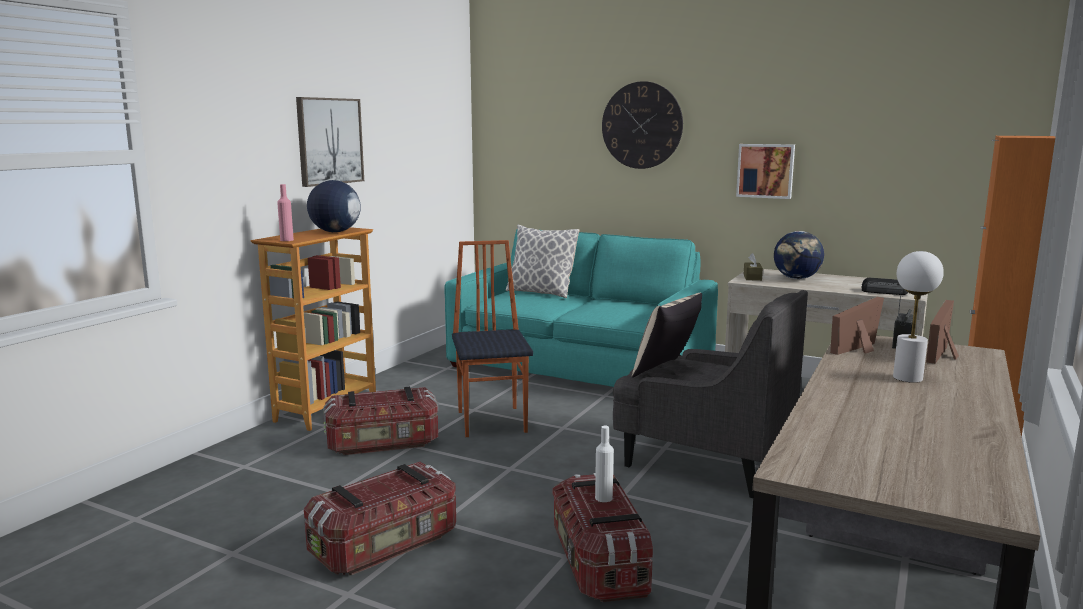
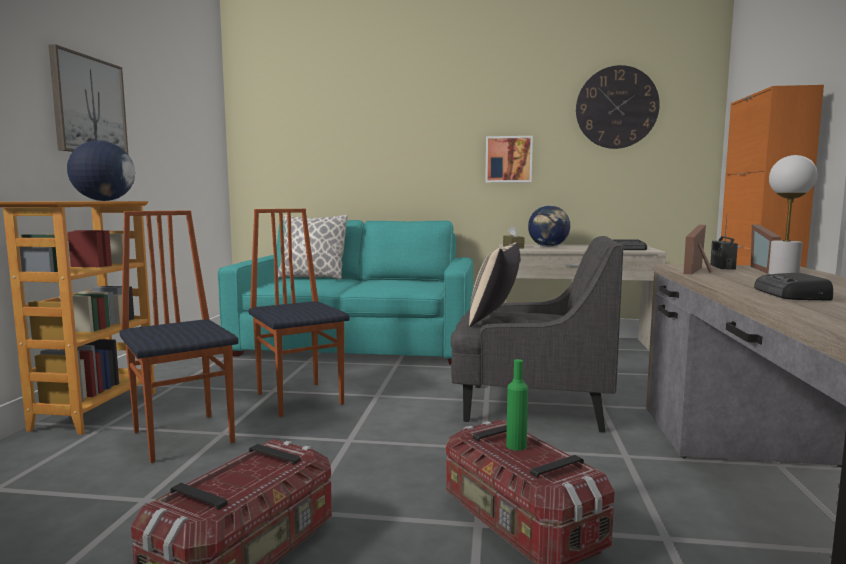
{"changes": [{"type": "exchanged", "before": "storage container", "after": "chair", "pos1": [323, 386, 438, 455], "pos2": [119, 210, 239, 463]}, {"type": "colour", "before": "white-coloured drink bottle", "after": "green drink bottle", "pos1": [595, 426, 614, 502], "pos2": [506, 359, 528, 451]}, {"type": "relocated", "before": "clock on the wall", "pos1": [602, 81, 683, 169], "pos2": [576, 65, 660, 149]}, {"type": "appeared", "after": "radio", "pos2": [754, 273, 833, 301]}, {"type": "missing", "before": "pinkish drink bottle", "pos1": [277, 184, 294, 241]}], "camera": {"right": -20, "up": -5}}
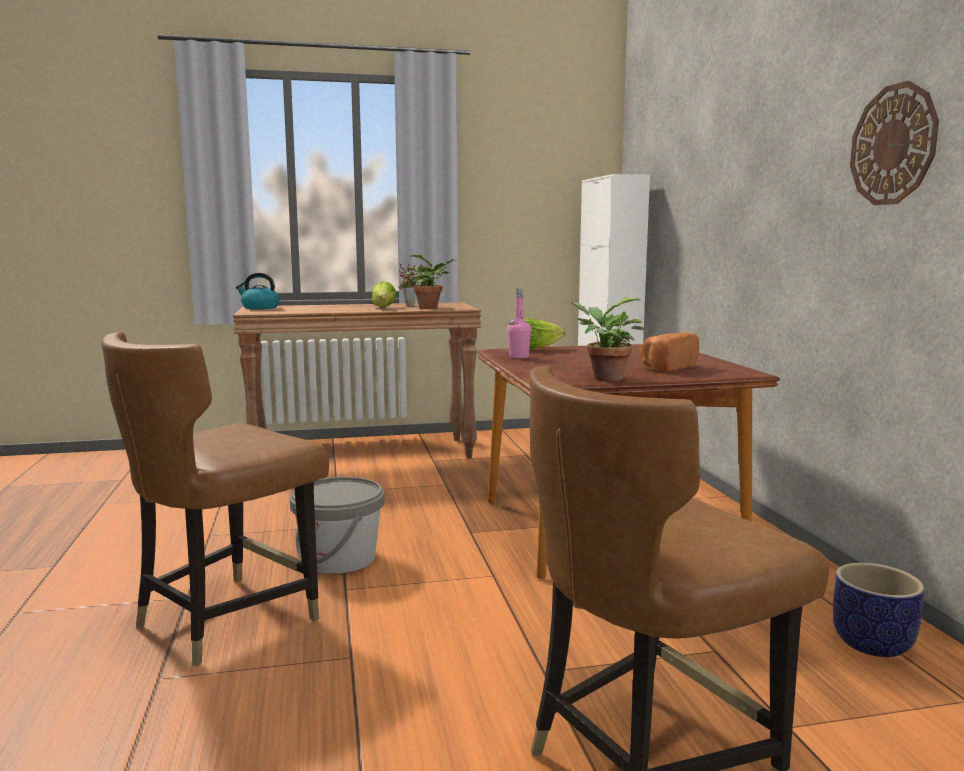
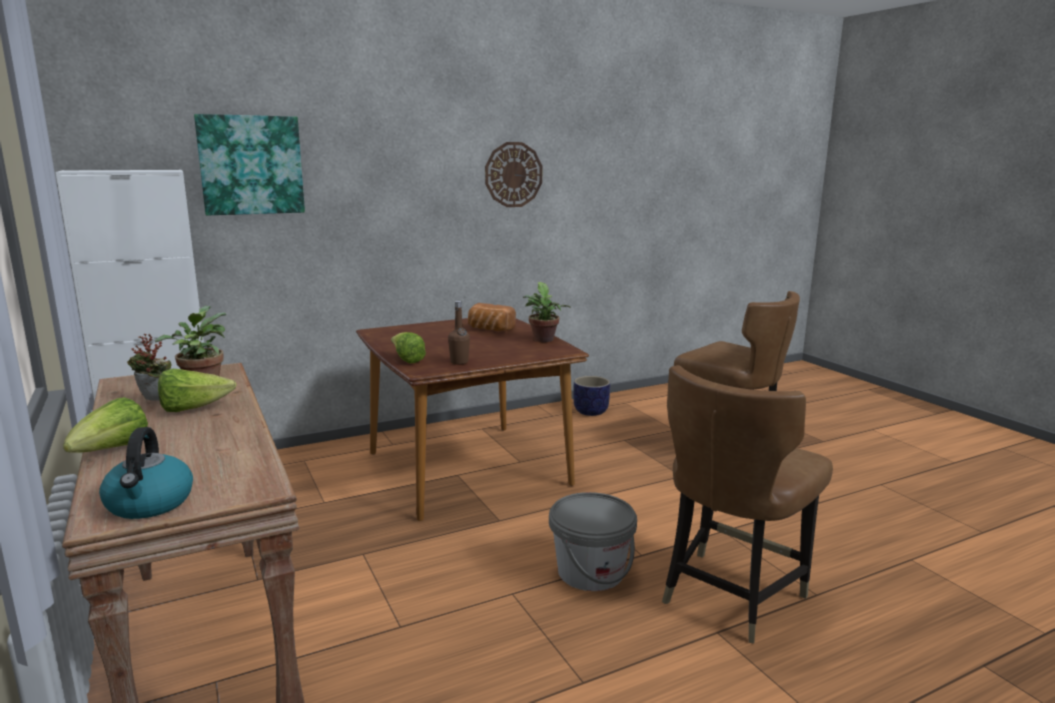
{"changes": [{"type": "appeared", "after": "lettuce head", "pos2": [63, 397, 148, 453]}, {"type": "appeared", "after": "wall picture", "pos2": [194, 114, 305, 215]}, {"type": "colour", "before": "pinkish drink bottle", "after": "brown-coloured drink bottle", "pos1": [507, 288, 531, 358], "pos2": [448, 301, 470, 365]}, {"type": "spun", "before": "brown-coloured chair", "pos1": [101, 332, 329, 666], "pos2": [662, 365, 833, 644], "turn": 105}], "camera": {"right": -105, "up": 5}}
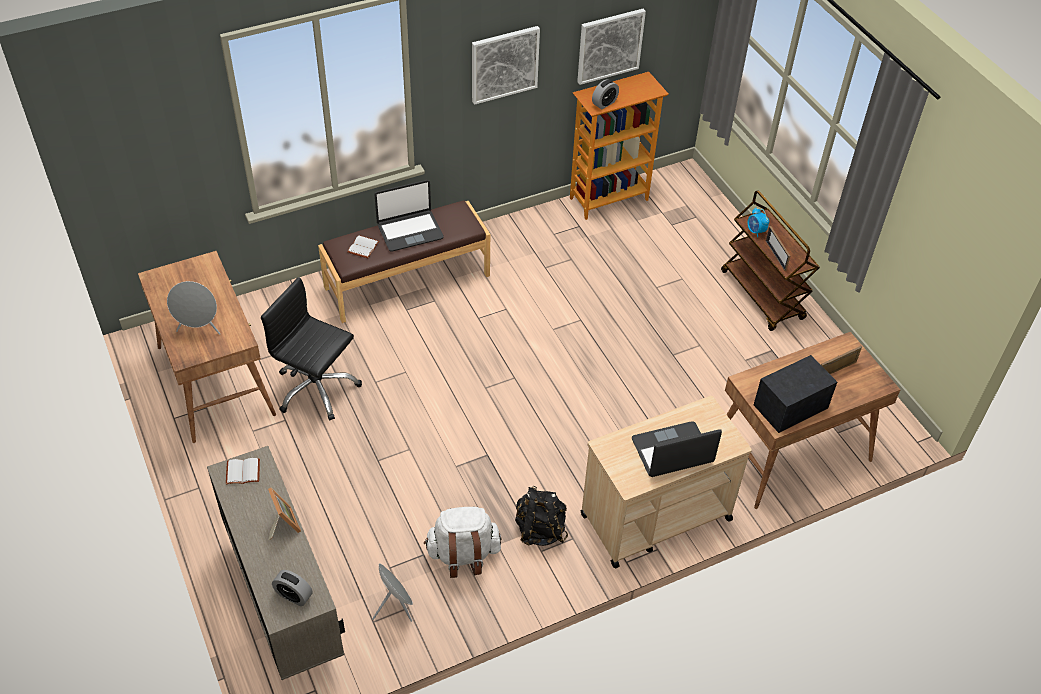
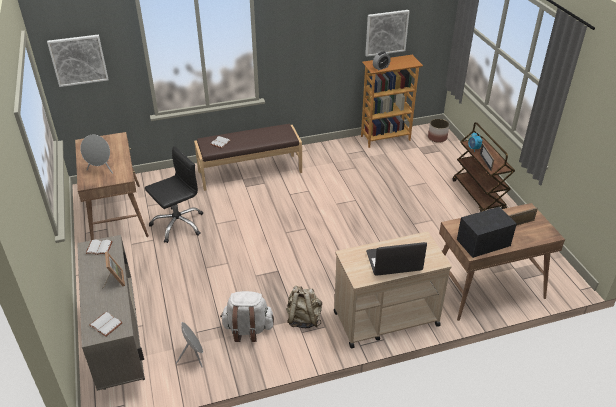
{"changes": [{"type": "relocated", "before": "wall picture", "pos1": [472, 26, 540, 105], "pos2": [47, 34, 109, 87]}, {"type": "exchanged", "before": "alarm clock", "after": "white-coloured volume", "pos1": [272, 570, 313, 606], "pos2": [89, 312, 123, 337]}, {"type": "spun", "before": "blackish office chair", "pos1": [261, 277, 362, 421], "pos2": [145, 146, 203, 243], "turn": 105}, {"type": "colour", "before": "blackish rucksack", "after": "beige rucksack", "pos1": [515, 486, 568, 546], "pos2": [286, 286, 322, 328]}, {"type": "appeared", "after": "plant pot", "pos2": [428, 119, 449, 143]}, {"type": "missing", "before": "portable computer", "pos1": [375, 180, 444, 252]}], "camera": {"right": 10, "up": -10}}
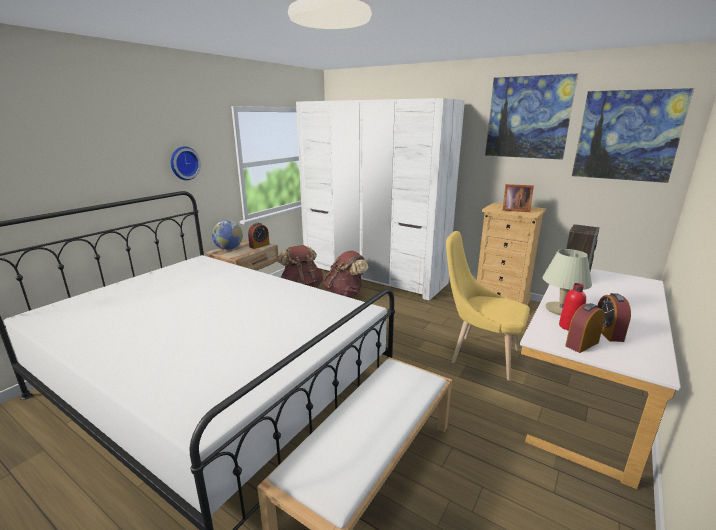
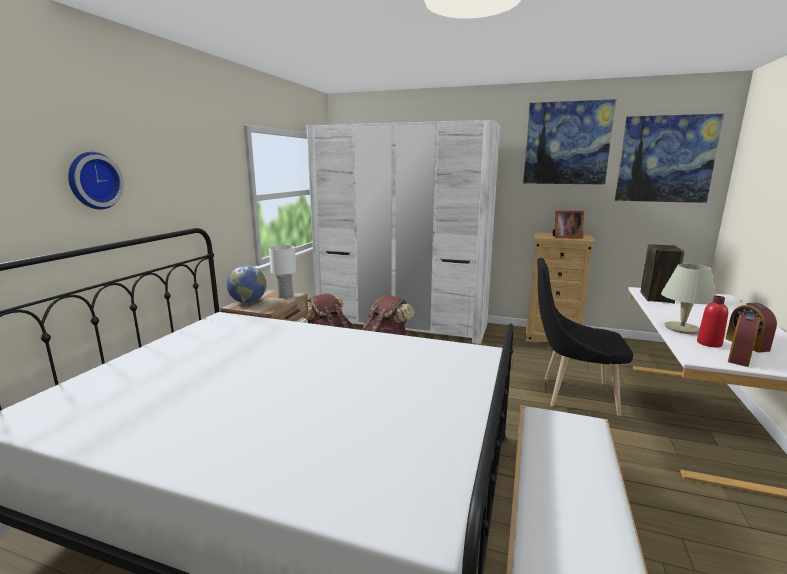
{"changes": [{"type": "relocated", "before": "clock on the wall", "pos1": [170, 146, 201, 180], "pos2": [68, 152, 124, 209]}, {"type": "exchanged", "before": "alarm clock", "after": "white-coloured tabletop lamp", "pos1": [248, 223, 270, 249], "pos2": [269, 245, 296, 298]}, {"type": "colour", "before": "yellow-coloured chair", "after": "blackish chair", "pos1": [446, 231, 530, 381], "pos2": [537, 258, 633, 416]}], "camera": {"right": -15, "up": -5}}
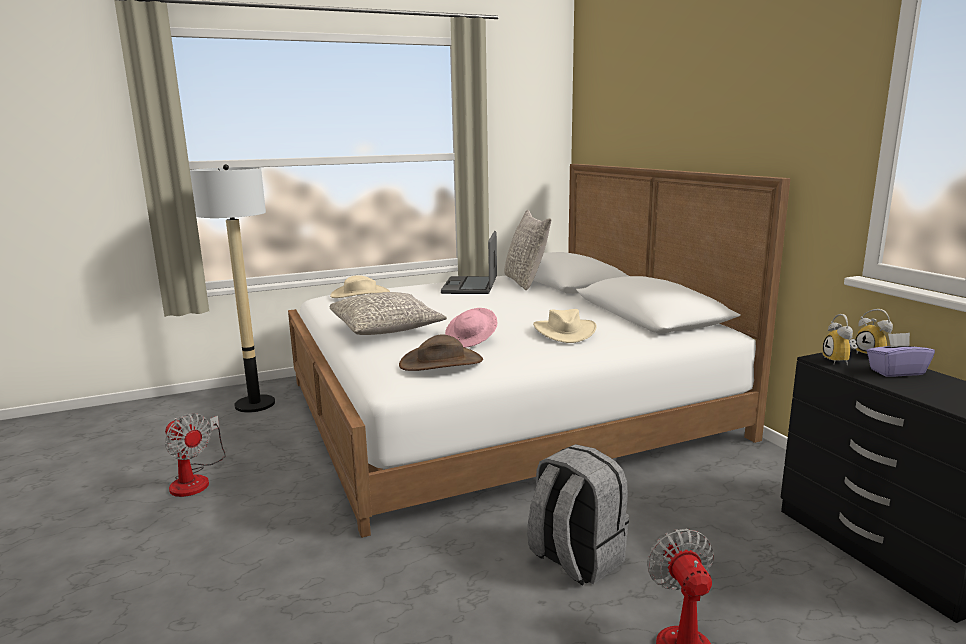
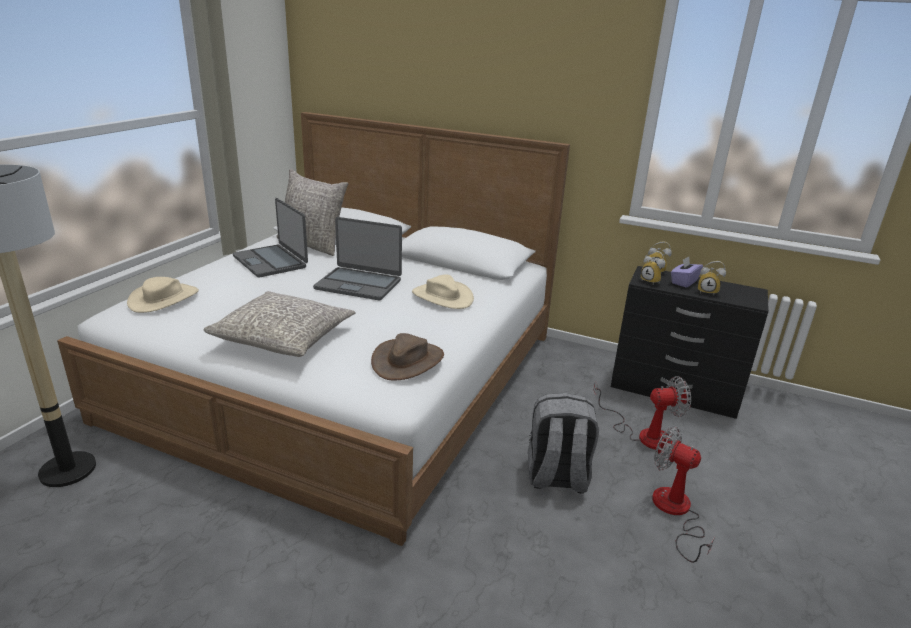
{"changes": [{"type": "appeared", "after": "portable computer", "pos2": [313, 217, 402, 300]}, {"type": "relocated", "before": "cooling fan", "pos1": [165, 413, 226, 497], "pos2": [593, 376, 691, 450]}, {"type": "appeared", "after": "alarm clock", "pos2": [698, 261, 726, 295]}, {"type": "missing", "before": "pinkish hat", "pos1": [445, 308, 497, 347]}], "camera": {"right": -45, "up": 10}}
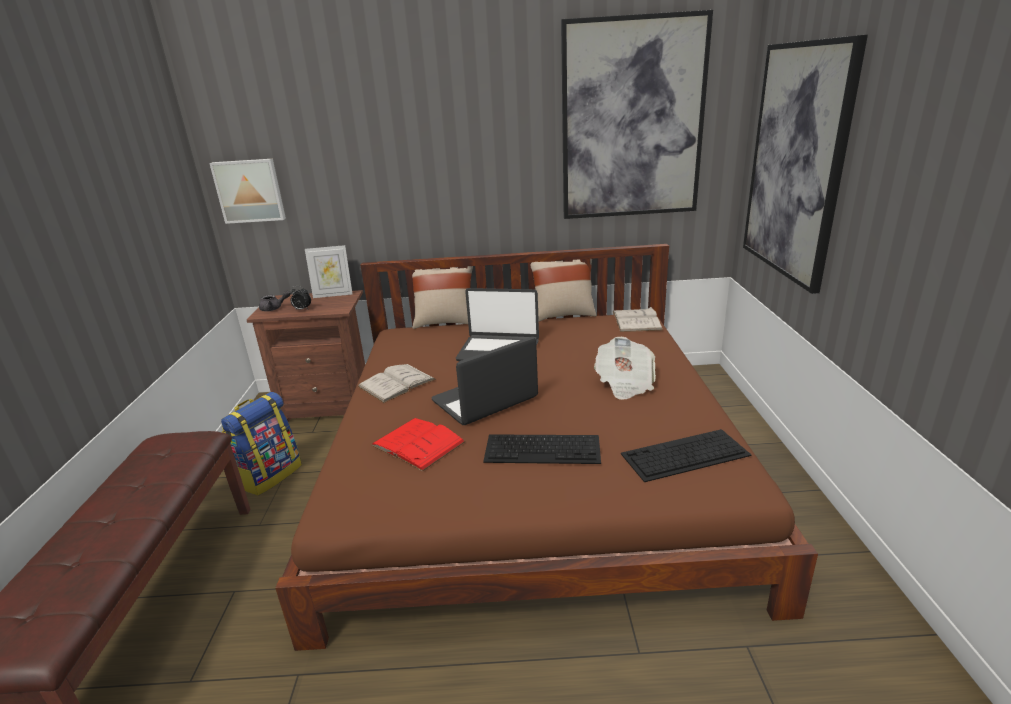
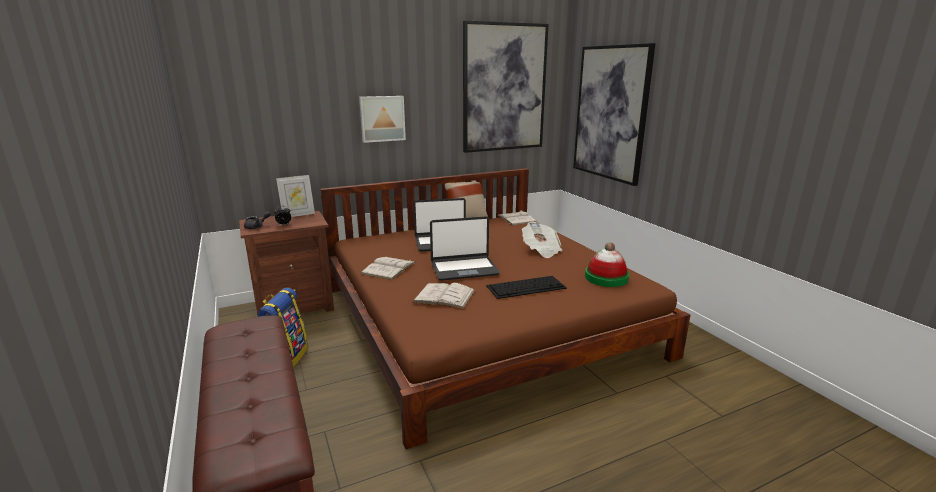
{"changes": [{"type": "relocated", "before": "wall picture", "pos1": [209, 159, 286, 224], "pos2": [359, 96, 406, 143]}, {"type": "colour", "before": "red-coloured volume", "after": "white-coloured volume", "pos1": [372, 418, 465, 471], "pos2": [412, 283, 475, 309]}, {"type": "spun", "before": "portable computer", "pos1": [431, 337, 538, 425], "pos2": [430, 216, 500, 281], "turn": -135}, {"type": "exchanged", "before": "keyboard", "after": "hat", "pos1": [621, 429, 752, 482], "pos2": [585, 242, 629, 287]}, {"type": "missing", "before": "beige throw pillow", "pos1": [412, 266, 473, 329]}], "camera": {"right": -25, "up": -5}}
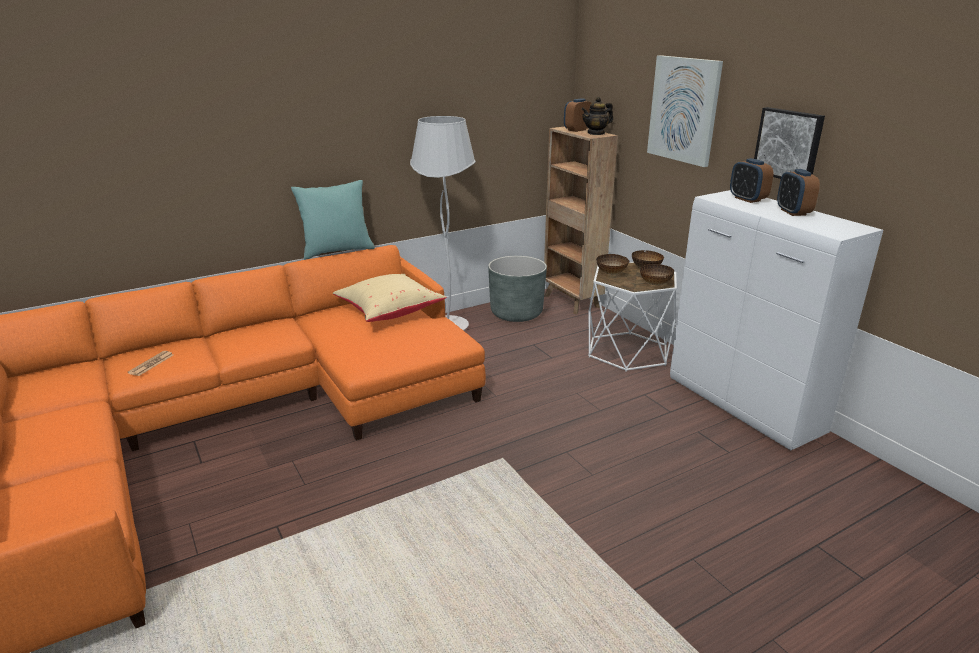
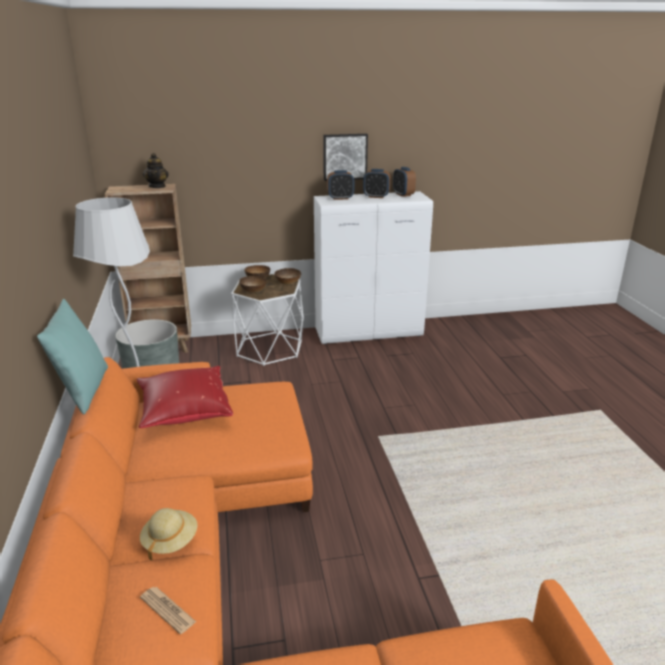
{"changes": [{"type": "colour", "before": "beige throw pillow", "after": "red-coloured throw pillow", "pos1": [333, 274, 446, 322], "pos2": [136, 366, 233, 428]}, {"type": "appeared", "after": "beige hat", "pos2": [140, 508, 198, 561]}, {"type": "relocated", "before": "alarm clock", "pos1": [564, 99, 591, 132], "pos2": [393, 167, 416, 197]}, {"type": "missing", "before": "wall picture", "pos1": [647, 55, 723, 167]}], "camera": {"right": -70, "up": 0}}
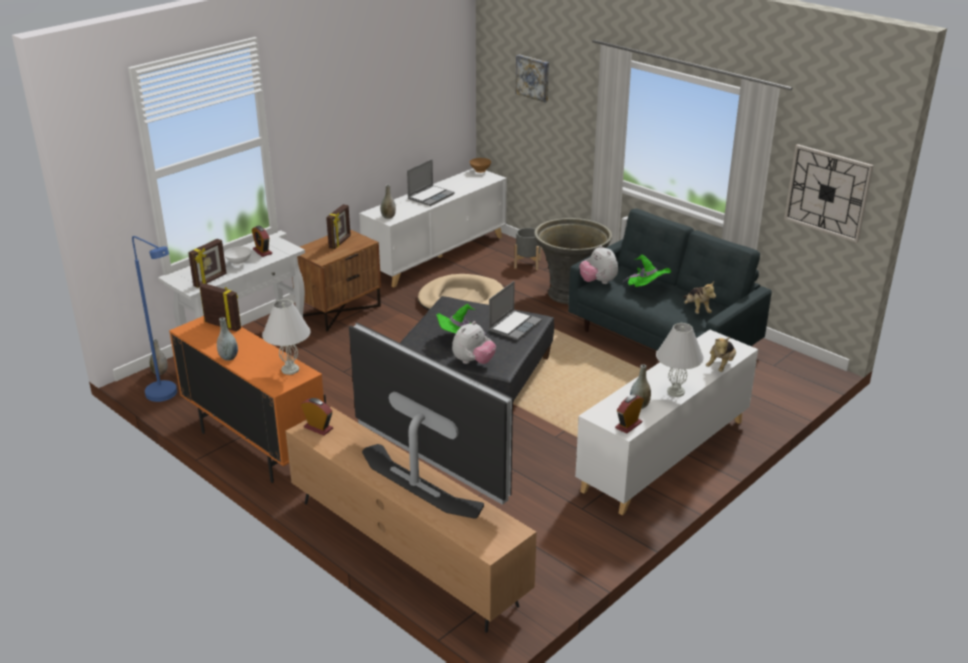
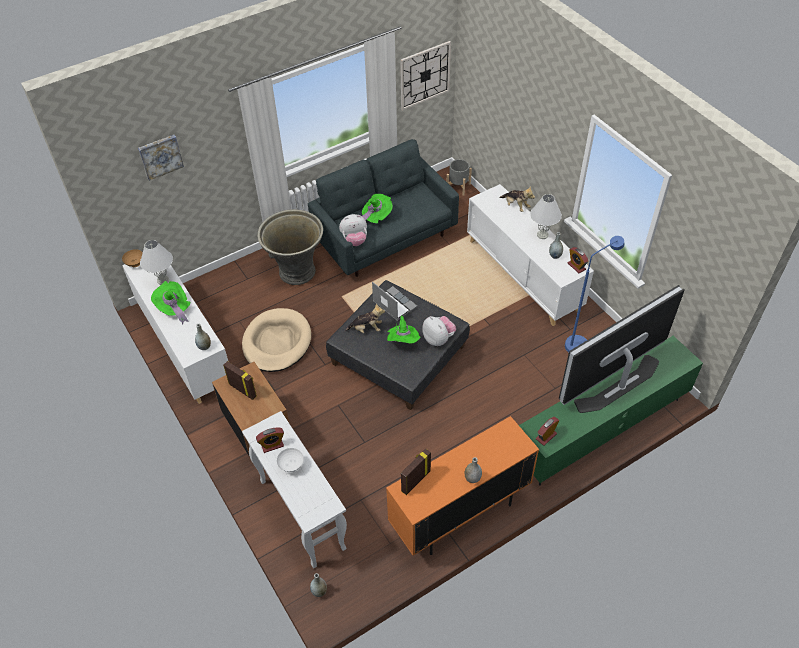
{"changes": [{"type": "relocated", "before": "white-coloured tabletop lamp", "pos1": [262, 299, 310, 375], "pos2": [140, 240, 173, 285]}, {"type": "exchanged", "before": "portable computer", "after": "green hat", "pos1": [407, 159, 455, 206], "pos2": [151, 281, 190, 325]}, {"type": "relocated", "before": "soft toy", "pos1": [683, 282, 716, 314], "pos2": [345, 303, 385, 333]}, {"type": "relocated", "before": "greyish plant pot", "pos1": [514, 228, 541, 270], "pos2": [447, 159, 472, 196]}, {"type": "colour", "before": "brown-coloured media console", "after": "green media console", "pos1": [286, 407, 537, 633], "pos2": [519, 336, 703, 486]}, {"type": "relocated", "before": "blue standing lamp", "pos1": [132, 236, 177, 402], "pos2": [565, 236, 624, 353]}, {"type": "missing", "before": "standing frame", "pos1": [188, 239, 227, 288]}], "camera": {"right": -75, "up": 20}}
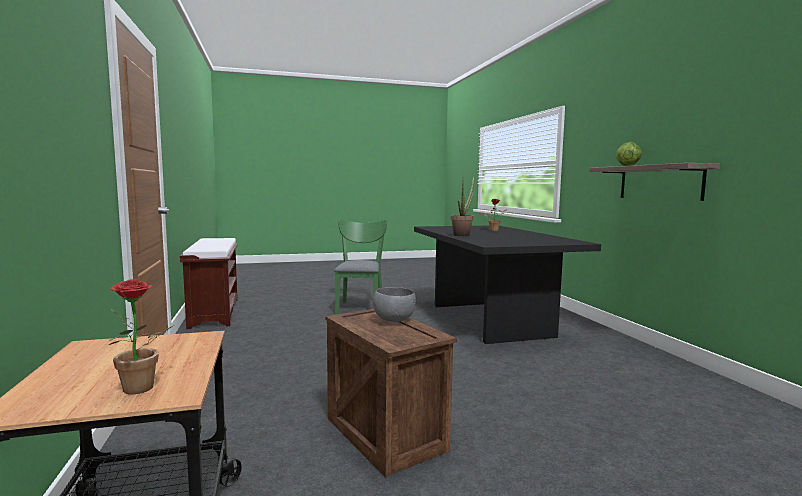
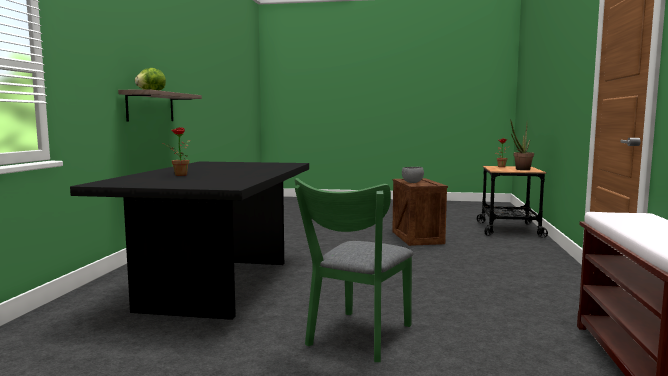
{"changes": [{"type": "relocated", "before": "plant in a pot", "pos1": [451, 176, 474, 236], "pos2": [510, 120, 534, 170]}], "camera": {"right": -155, "up": 0}}
